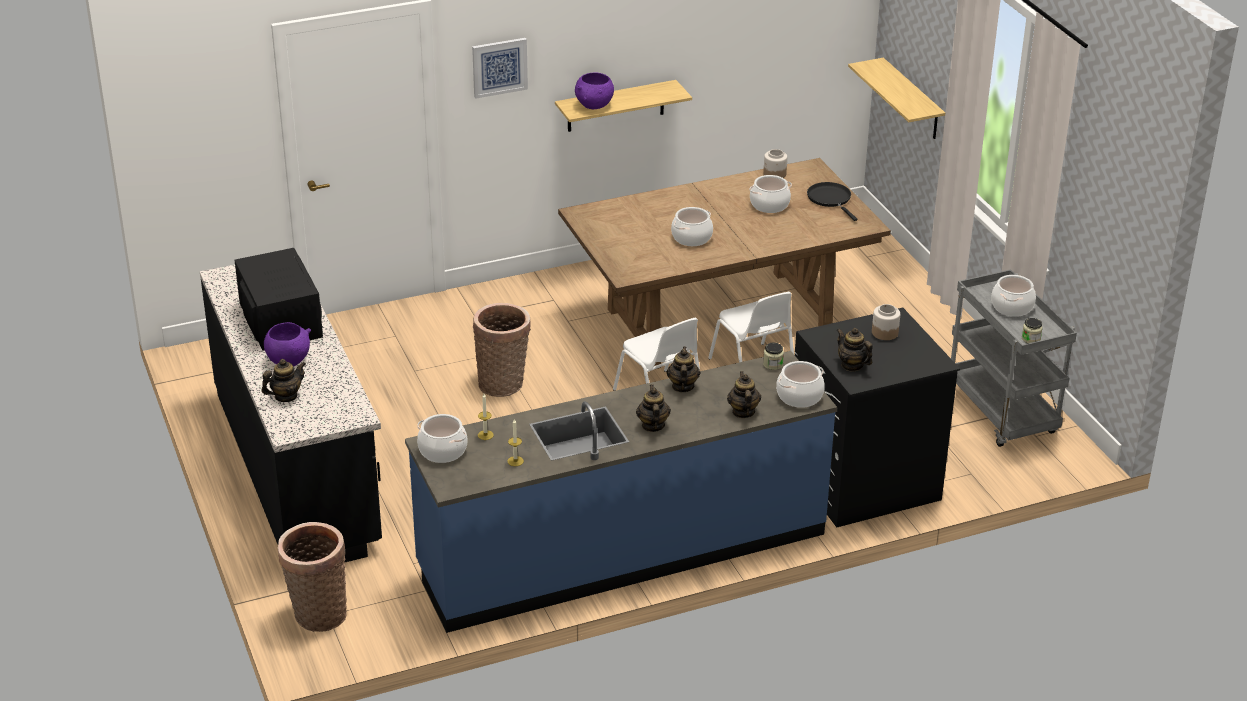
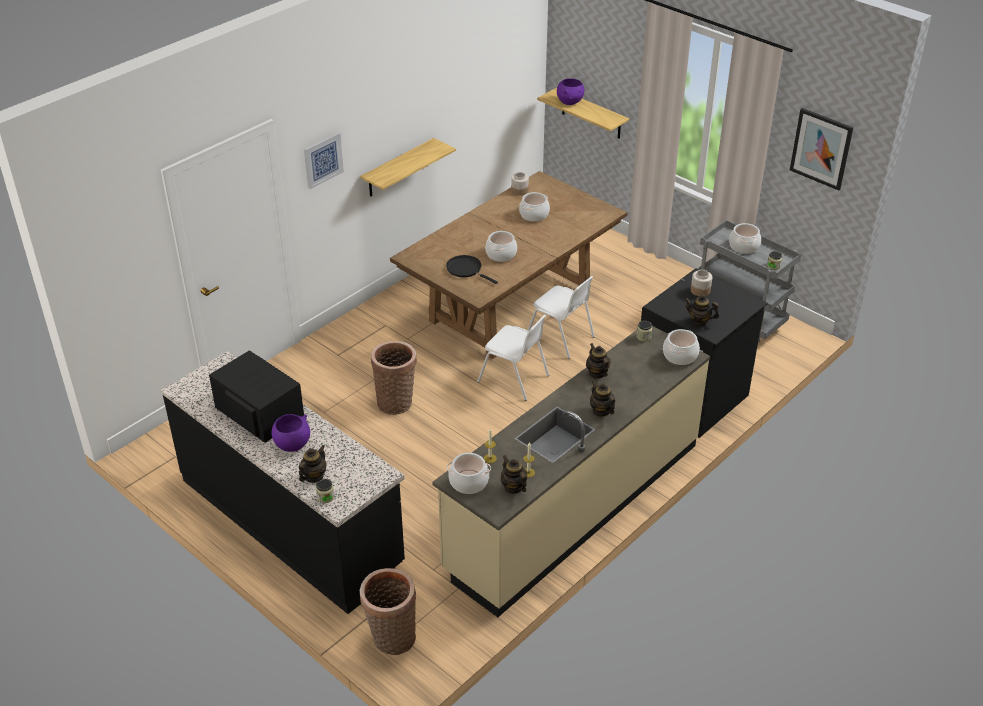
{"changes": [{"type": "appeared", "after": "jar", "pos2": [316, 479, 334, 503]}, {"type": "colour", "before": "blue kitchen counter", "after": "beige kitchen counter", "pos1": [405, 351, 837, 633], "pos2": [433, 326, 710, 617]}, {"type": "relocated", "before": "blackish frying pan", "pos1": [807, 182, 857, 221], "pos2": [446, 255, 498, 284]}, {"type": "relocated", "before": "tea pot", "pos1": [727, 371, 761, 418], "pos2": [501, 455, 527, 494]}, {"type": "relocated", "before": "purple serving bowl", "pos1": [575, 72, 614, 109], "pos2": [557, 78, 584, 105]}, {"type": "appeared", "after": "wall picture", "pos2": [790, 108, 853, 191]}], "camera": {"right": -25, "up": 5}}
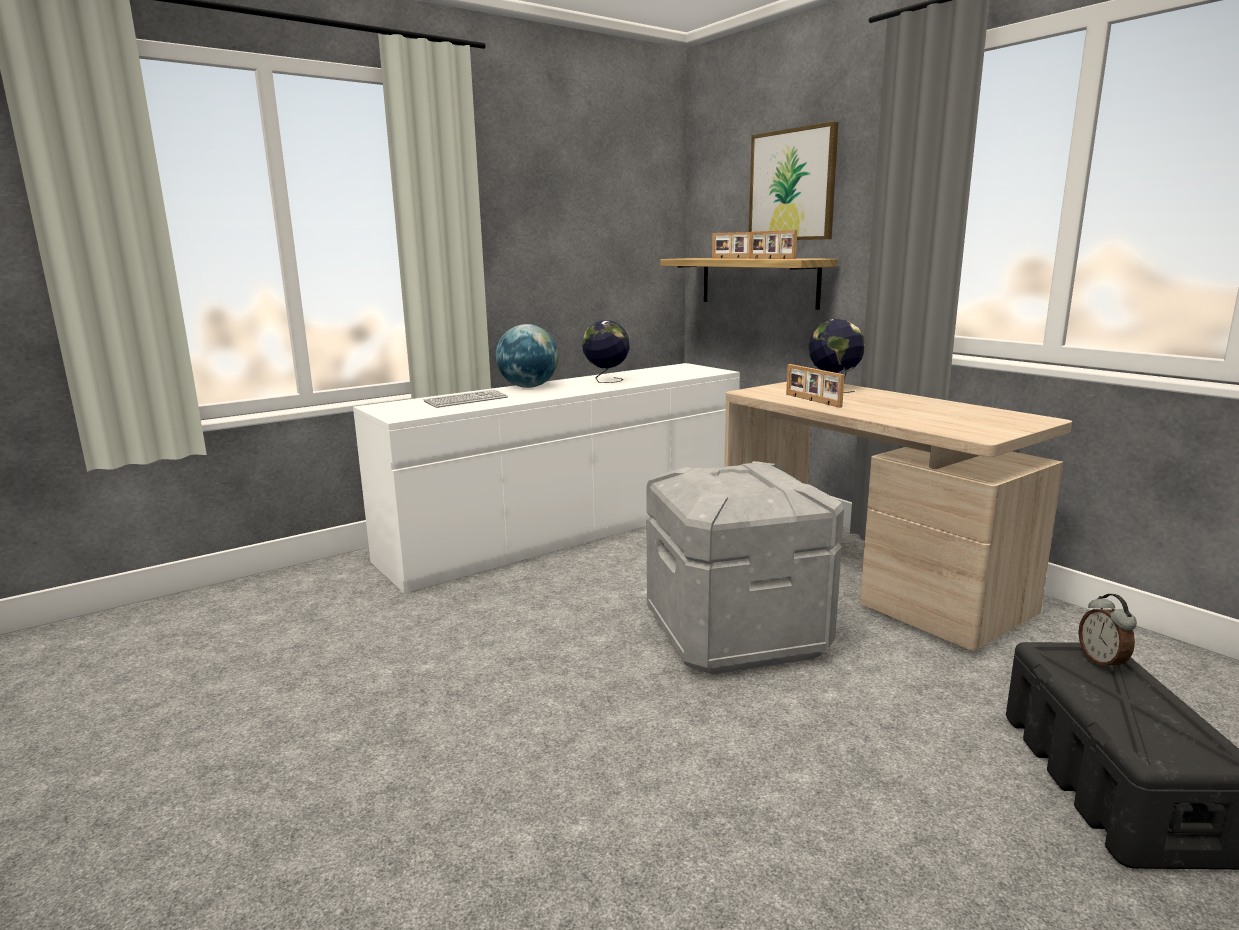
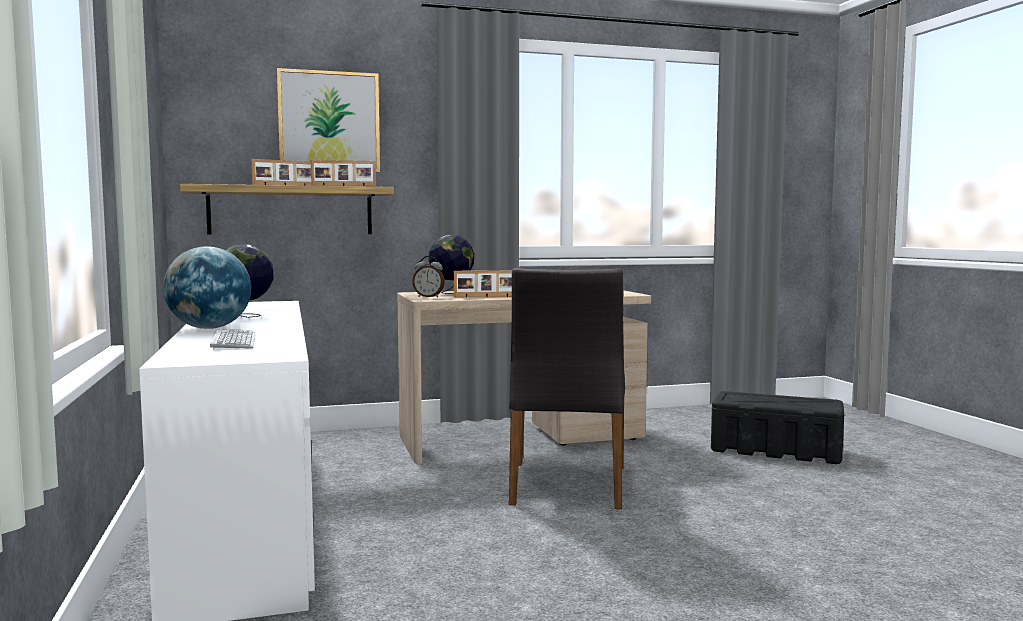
{"changes": [{"type": "relocated", "before": "alarm clock", "pos1": [1078, 594, 1137, 671], "pos2": [412, 256, 445, 298]}, {"type": "exchanged", "before": "greyish storage container", "after": "greyish chair", "pos1": [646, 461, 844, 674], "pos2": [509, 268, 625, 509]}], "camera": {"right": -70, "up": -10}}
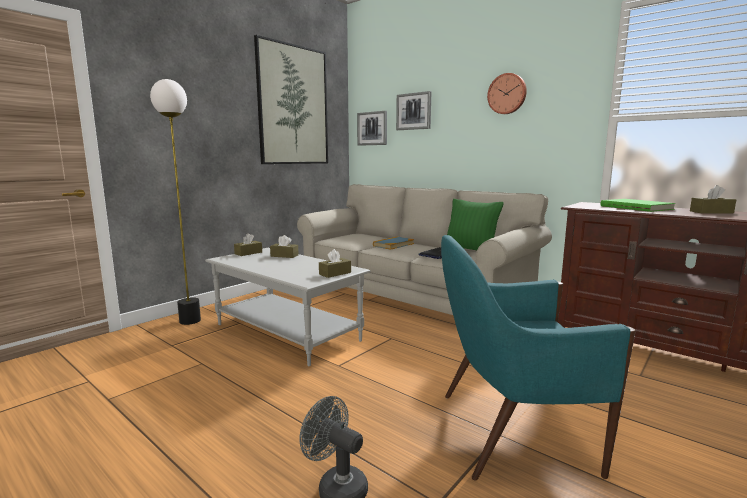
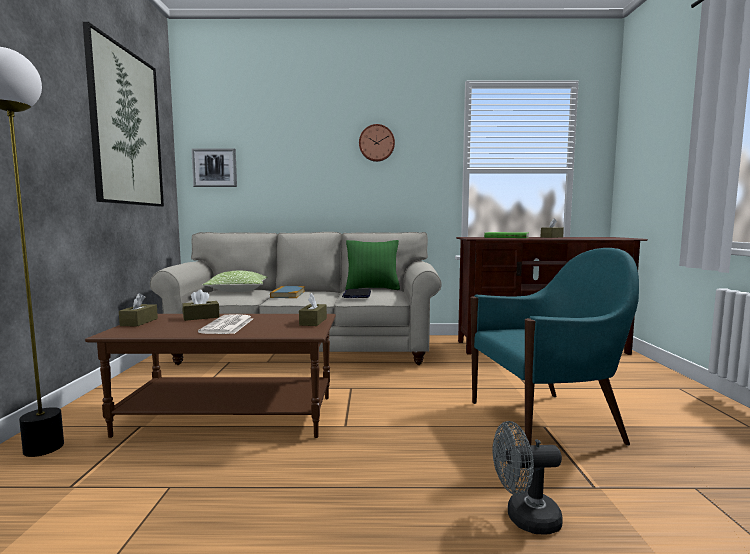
{"changes": [{"type": "colour", "before": "greyish coffee table", "after": "brown-coloured coffee table", "pos1": [205, 248, 371, 366], "pos2": [85, 314, 336, 438]}, {"type": "appeared", "after": "newspaper", "pos2": [198, 314, 253, 334]}, {"type": "appeared", "after": "throw pillow", "pos2": [202, 271, 267, 292]}, {"type": "spun", "before": "blue-green easy chair", "pos1": [441, 235, 636, 480], "pos2": [471, 248, 639, 446], "turn": -150}, {"type": "missing", "before": "wall picture", "pos1": [396, 91, 432, 130]}], "camera": {"right": -40, "up": -5}}
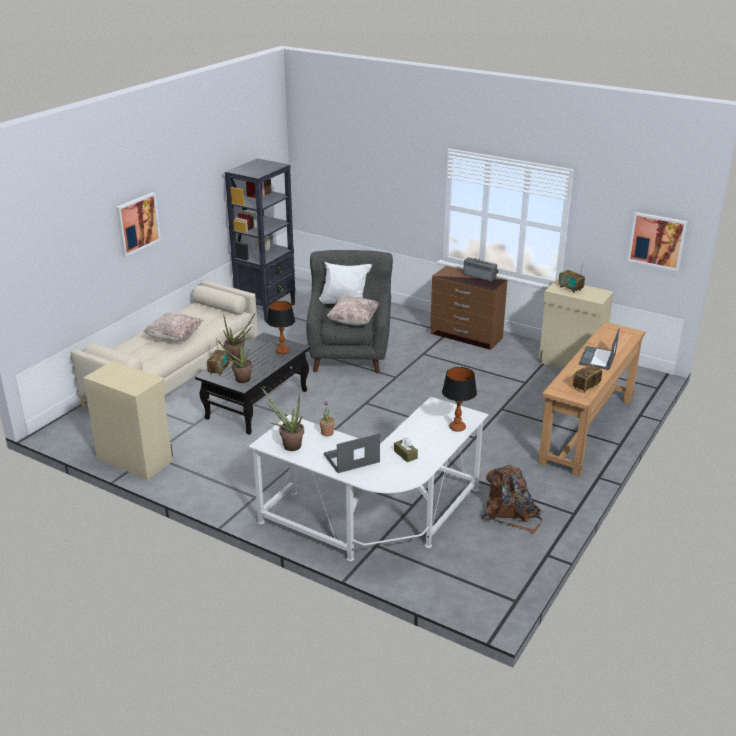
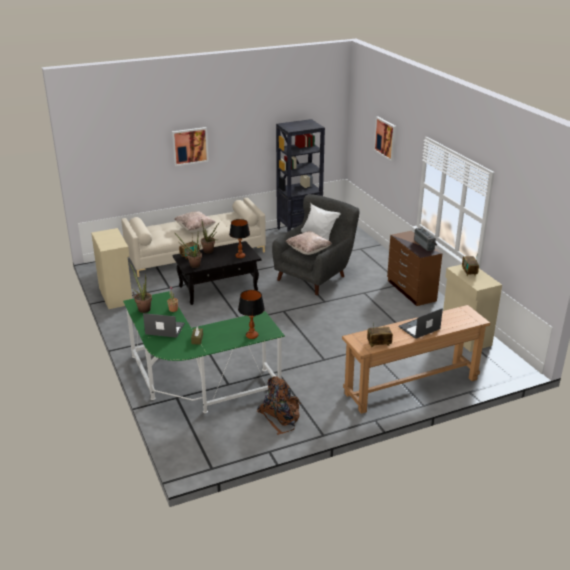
{"changes": [{"type": "colour", "before": "white-coloured desk", "after": "green desk", "pos1": [249, 397, 489, 561], "pos2": [123, 291, 285, 413]}, {"type": "relocated", "before": "wall picture", "pos1": [628, 212, 687, 271], "pos2": [374, 117, 396, 161]}], "camera": {"right": 35, "up": 0}}
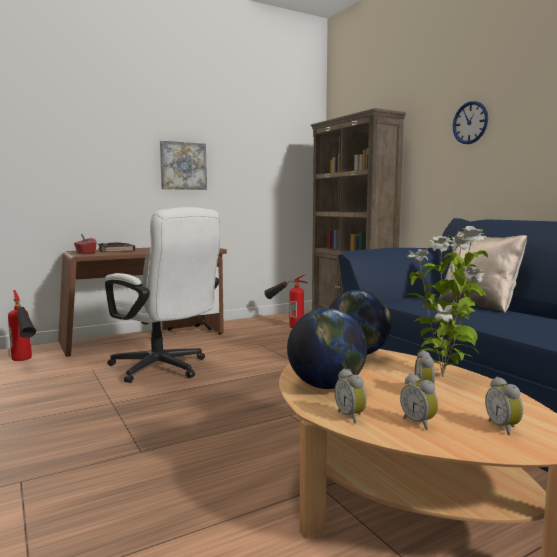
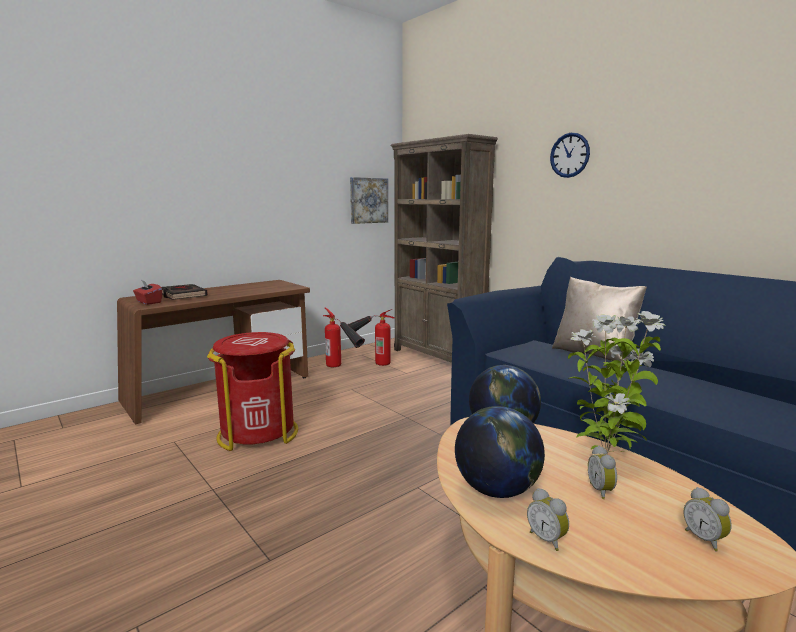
{"changes": [{"type": "exchanged", "before": "white-coloured office chair", "after": "red-coloured rubbish bin", "pos1": [105, 207, 221, 383], "pos2": [207, 332, 298, 451]}, {"type": "relocated", "before": "fire extinguisher", "pos1": [8, 290, 36, 361], "pos2": [323, 308, 365, 367]}, {"type": "relocated", "before": "wall picture", "pos1": [160, 141, 207, 190], "pos2": [350, 177, 388, 224]}, {"type": "missing", "before": "alarm clock", "pos1": [400, 374, 438, 430]}], "camera": {"right": -10, "up": 5}}
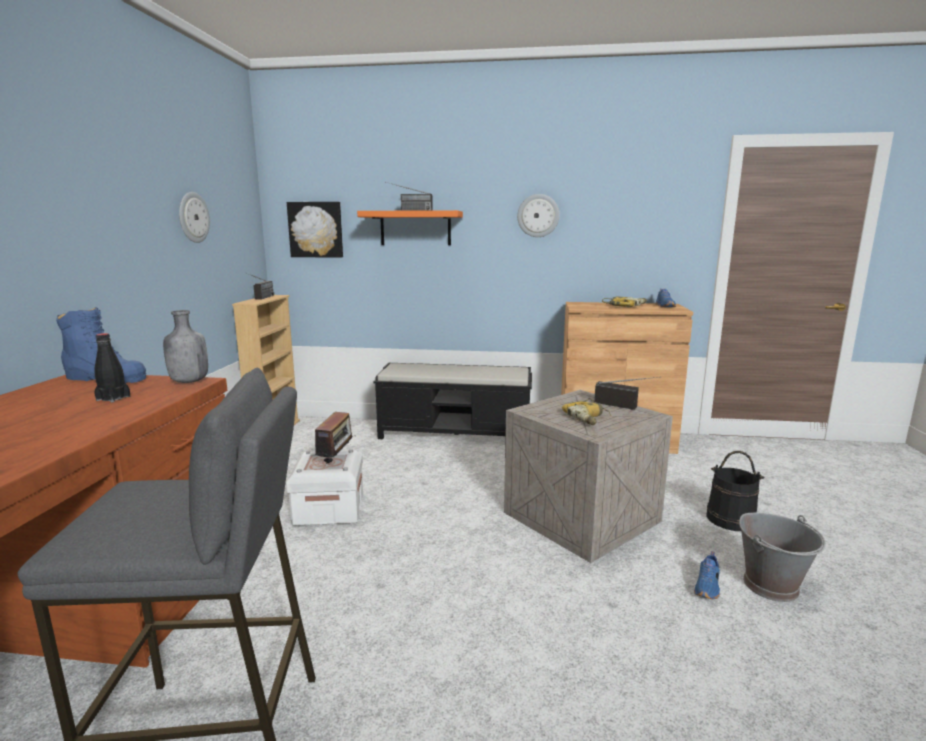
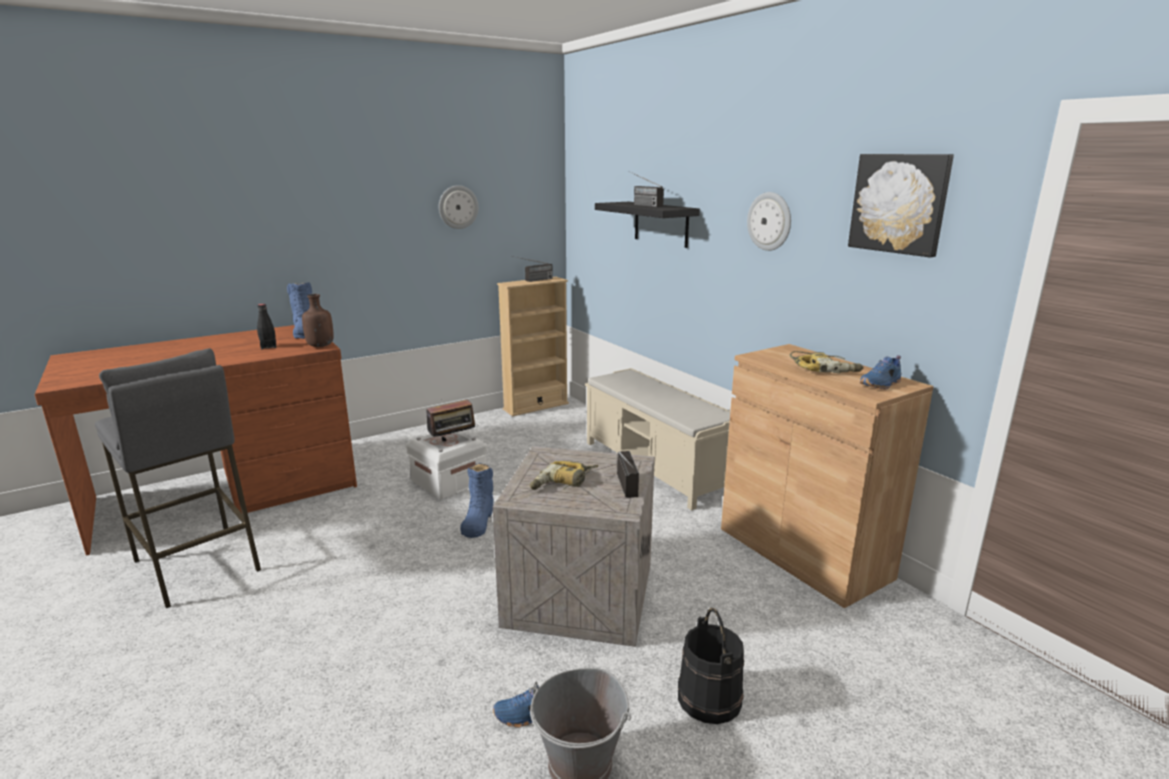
{"changes": [{"type": "colour", "before": "greyish drink bottle", "after": "brown-coloured drink bottle", "pos1": [163, 310, 208, 383], "pos2": [302, 294, 334, 347]}, {"type": "appeared", "after": "blue high-top boot", "pos2": [460, 463, 494, 538]}, {"type": "colour", "before": "blackish long seat", "after": "beige long seat", "pos1": [373, 363, 532, 439], "pos2": [585, 368, 730, 510]}, {"type": "colour", "before": "orange bracket shelf", "after": "blackish bracket shelf", "pos1": [357, 210, 463, 245], "pos2": [595, 202, 700, 248]}, {"type": "relocated", "before": "wall picture", "pos1": [287, 202, 343, 258], "pos2": [848, 154, 954, 257]}], "camera": {"right": 50, "up": 5}}
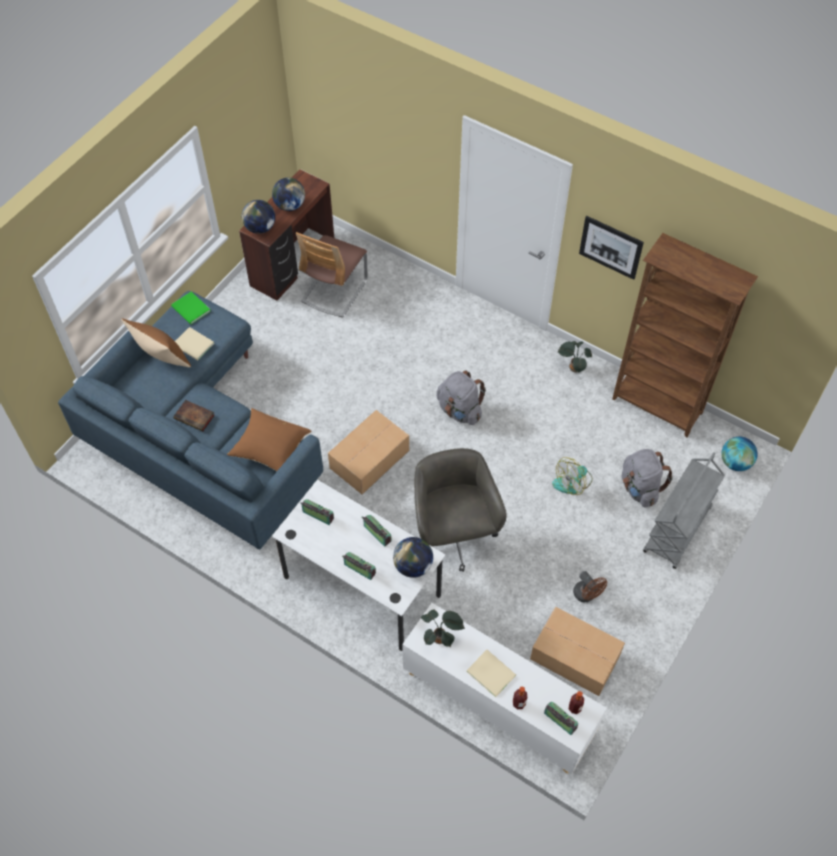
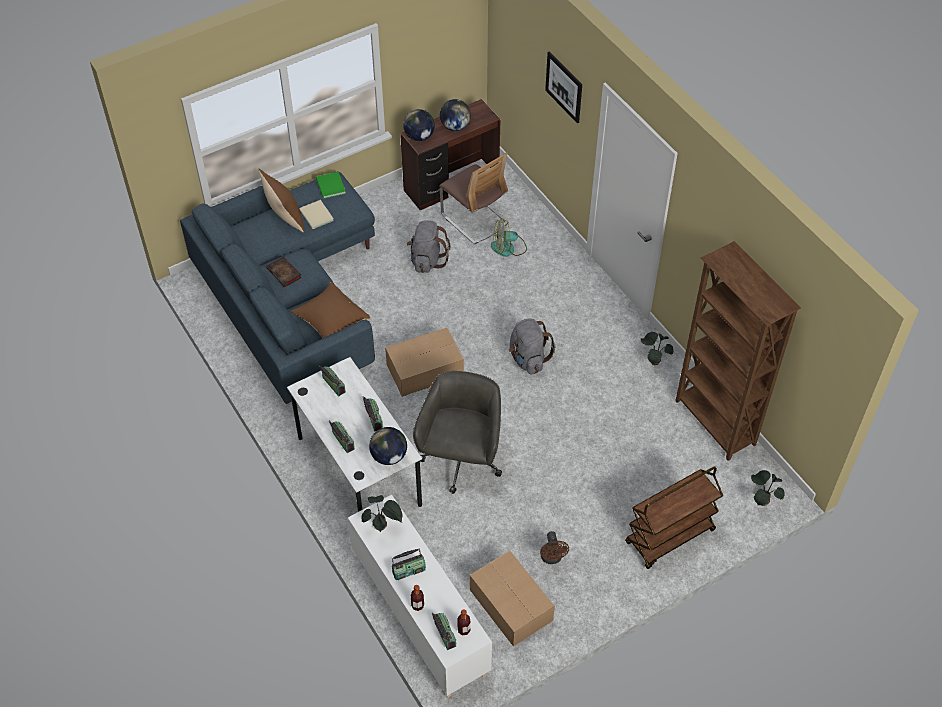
{"changes": [{"type": "exchanged", "before": "beige volume", "after": "radio", "pos1": [467, 650, 516, 697], "pos2": [392, 548, 426, 580]}, {"type": "relocated", "before": "greyish rucksack", "pos1": [622, 449, 673, 508], "pos2": [406, 220, 451, 273]}, {"type": "spun", "before": "chair", "pos1": [296, 232, 368, 317], "pos2": [439, 152, 509, 244], "turn": -90}, {"type": "relocated", "before": "cooling fan", "pos1": [552, 457, 593, 495], "pos2": [491, 218, 527, 257]}, {"type": "relocated", "before": "wall picture", "pos1": [579, 216, 644, 280], "pos2": [545, 52, 582, 124]}, {"type": "colour", "before": "greyish trolley", "after": "brown-coloured trolley", "pos1": [643, 452, 725, 569], "pos2": [625, 466, 723, 569]}, {"type": "exchanged", "before": "world globe", "after": "plant in a pot", "pos1": [721, 437, 758, 471], "pos2": [751, 470, 785, 506]}], "camera": {"right": 25, "up": -5}}
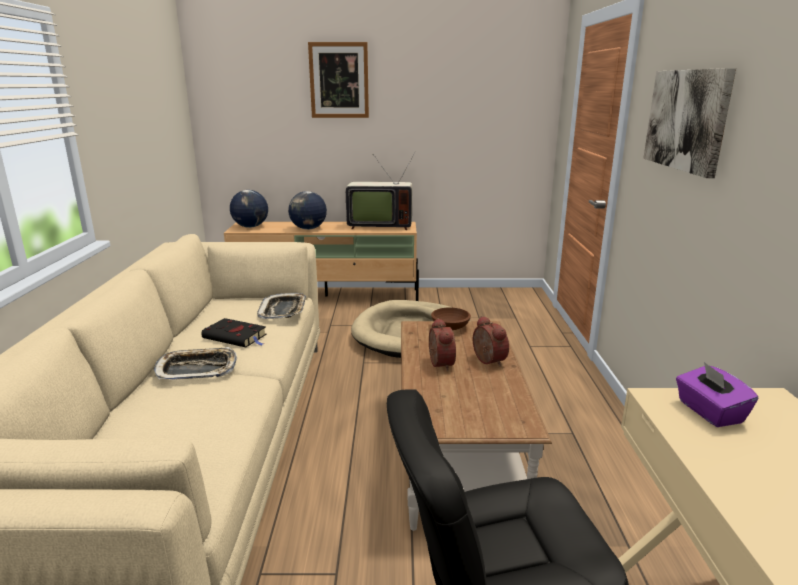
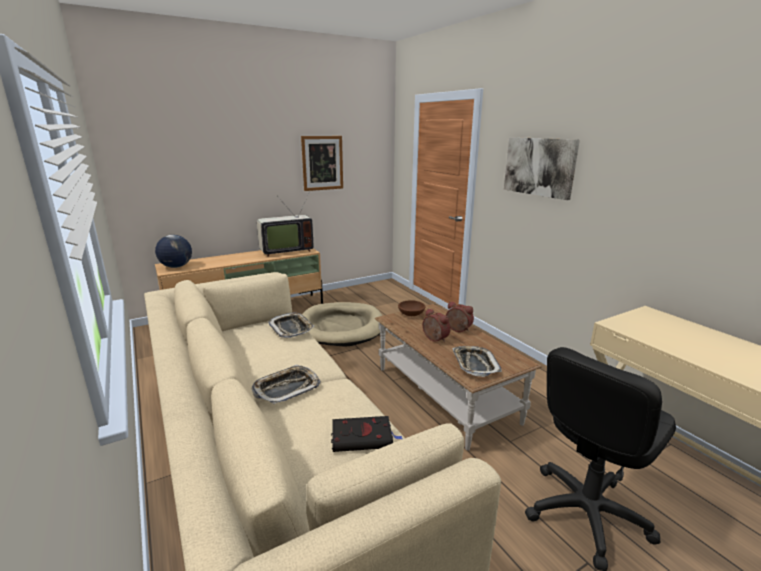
{"changes": [{"type": "relocated", "before": "wall picture", "pos1": [308, 42, 369, 118], "pos2": [301, 136, 343, 191]}, {"type": "relocated", "before": "blackish volume", "pos1": [201, 318, 267, 347], "pos2": [331, 416, 402, 452]}, {"type": "appeared", "after": "tray", "pos2": [452, 346, 502, 377]}, {"type": "missing", "before": "world globe", "pos1": [288, 191, 327, 230]}, {"type": "missing", "before": "purple tissue holder", "pos1": [676, 362, 758, 427]}], "camera": {"right": -30, "up": 0}}
